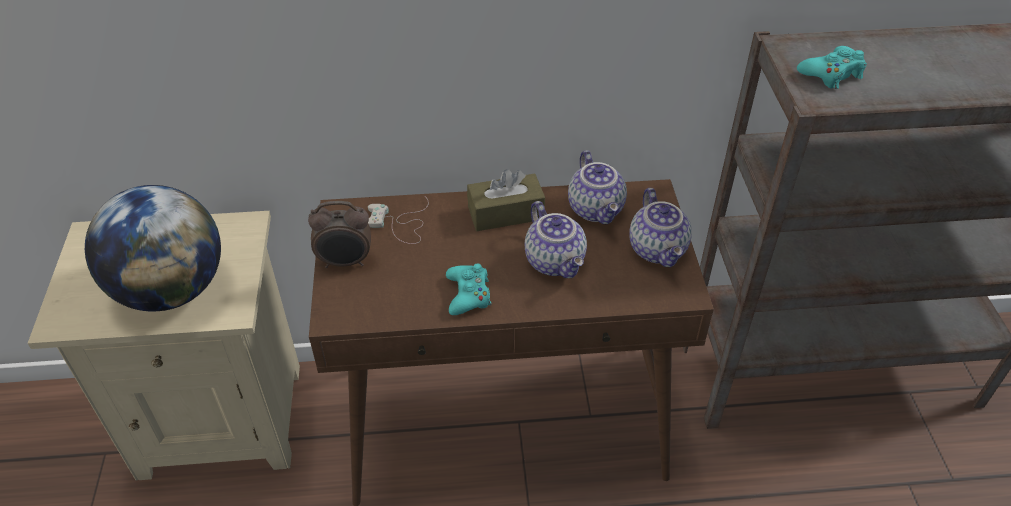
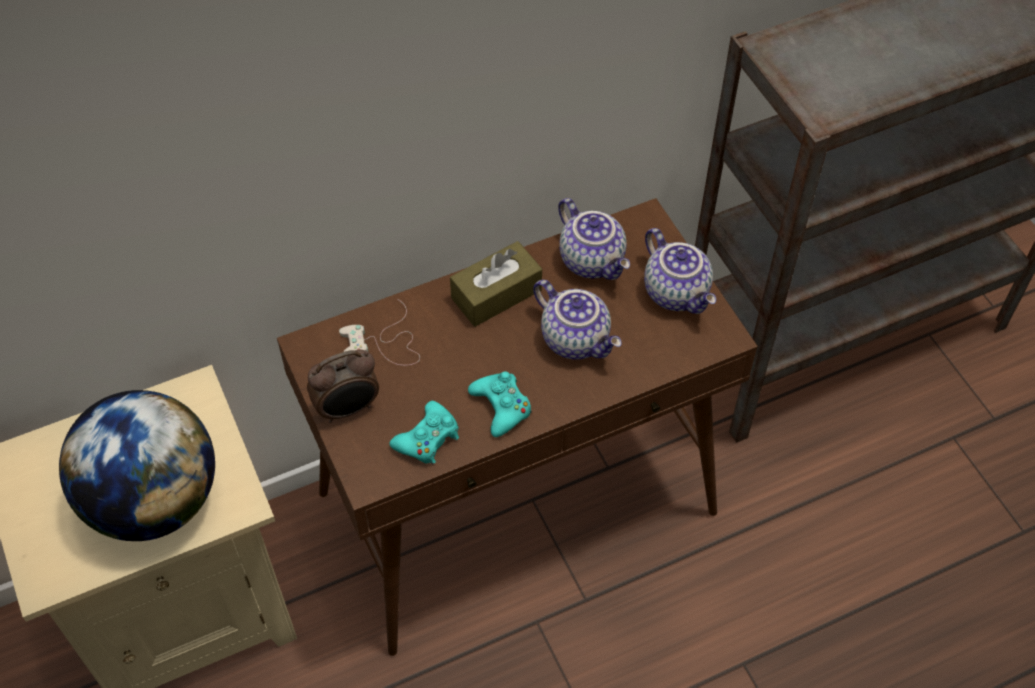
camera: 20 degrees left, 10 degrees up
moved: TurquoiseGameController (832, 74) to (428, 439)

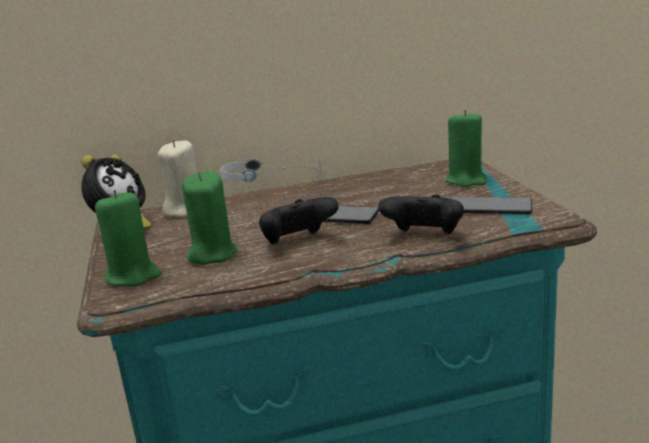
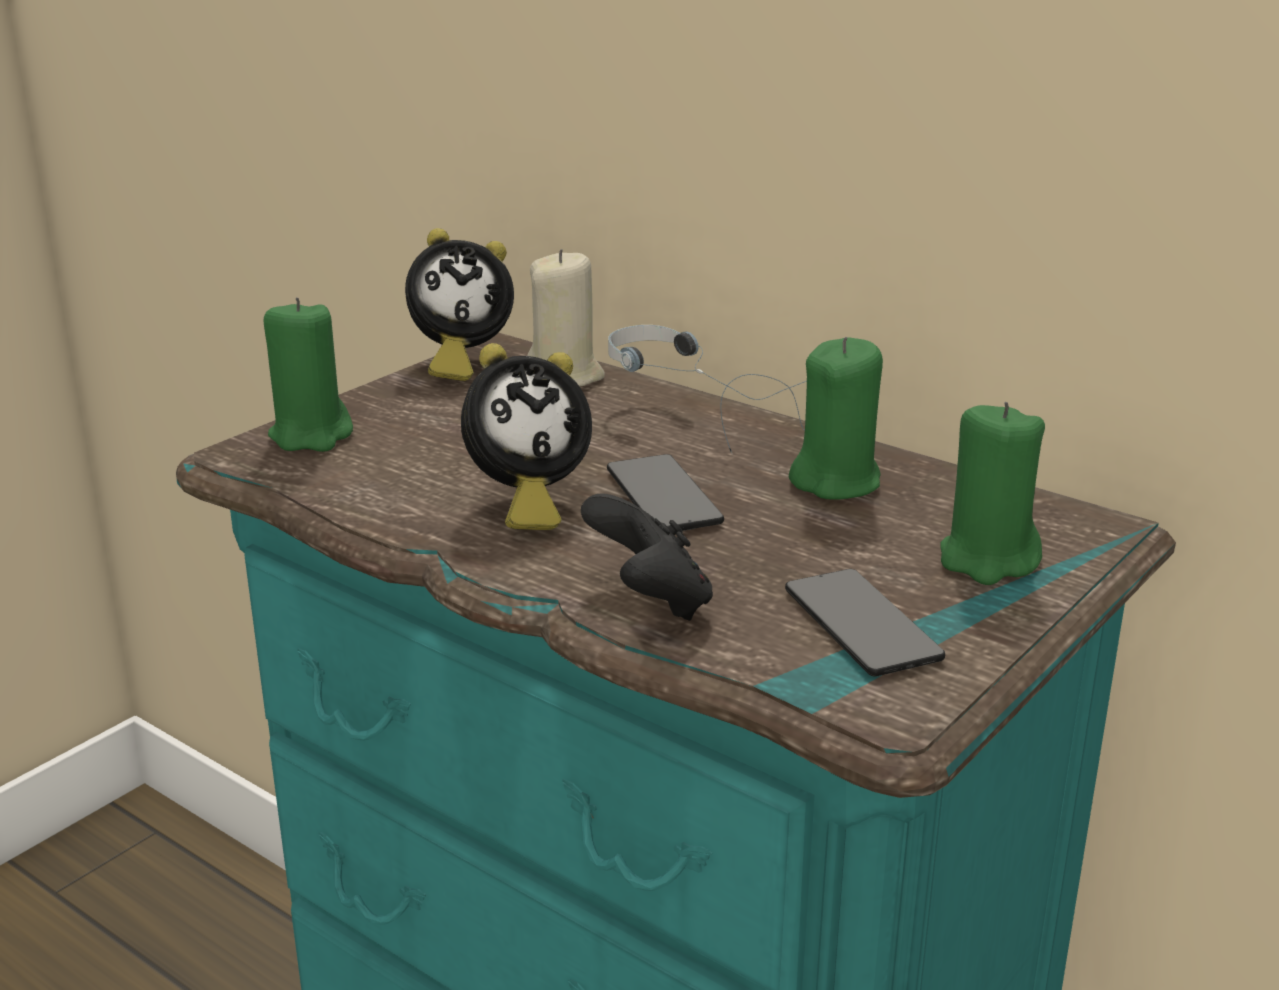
camera: 50 degrees right, 5 degrees up
moved: GreenCandle (212, 254) to (836, 481)
replaced: BlackGameController (298, 242) to AlarmClock (525, 503)

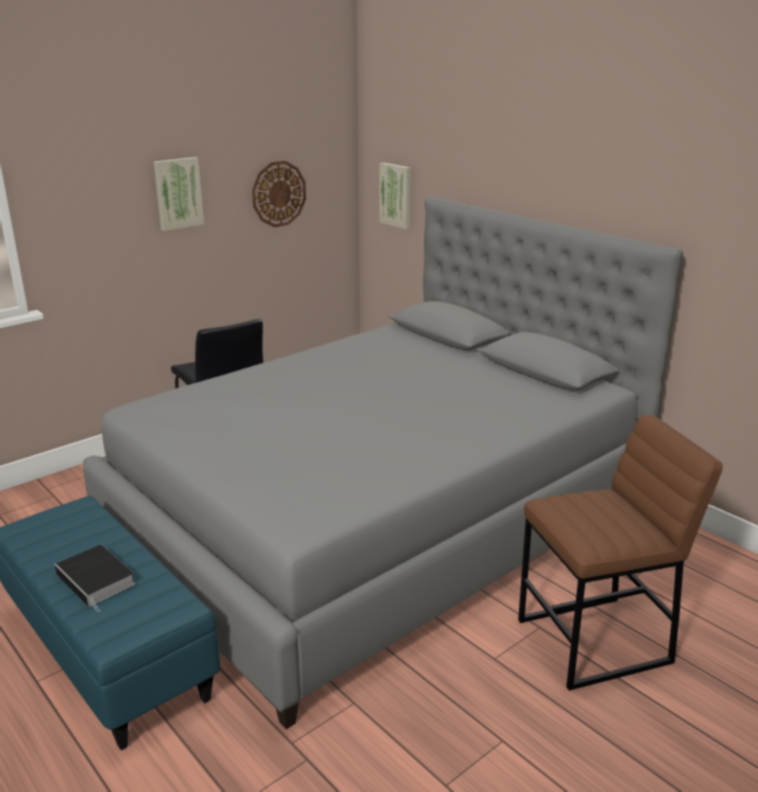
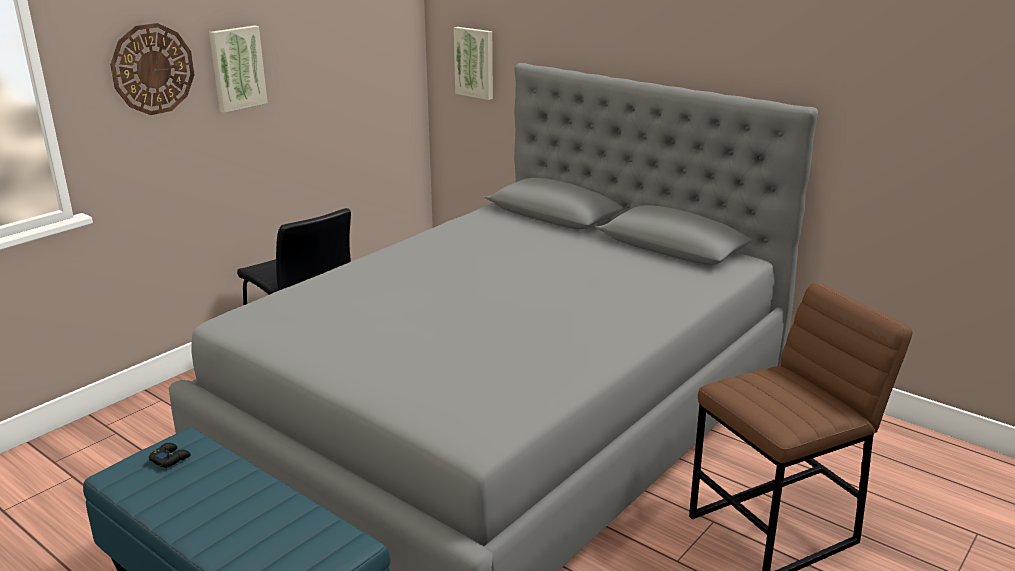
camera: 10 degrees left, 0 degrees up
removed: Book (97, 580)
added: BlackGameController (170, 459)
moved: WallClock (278, 194) to (152, 69)

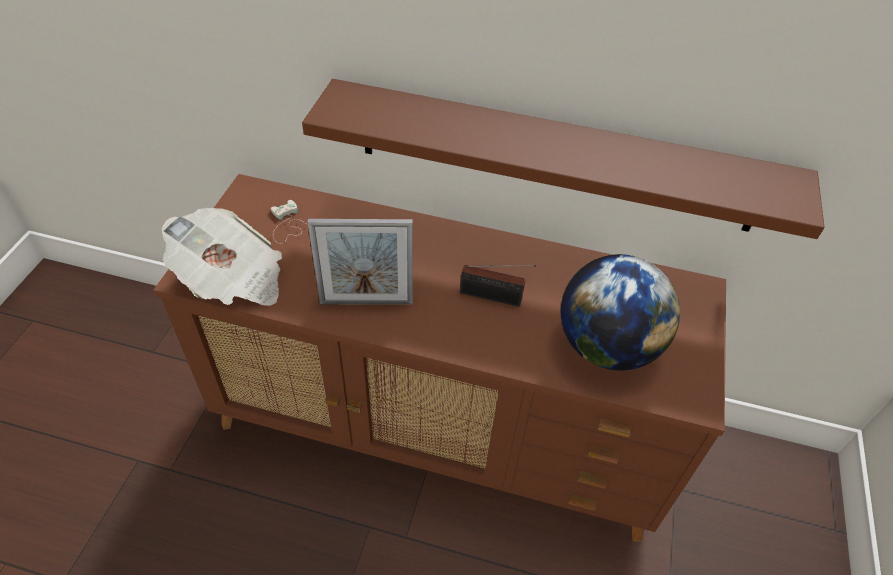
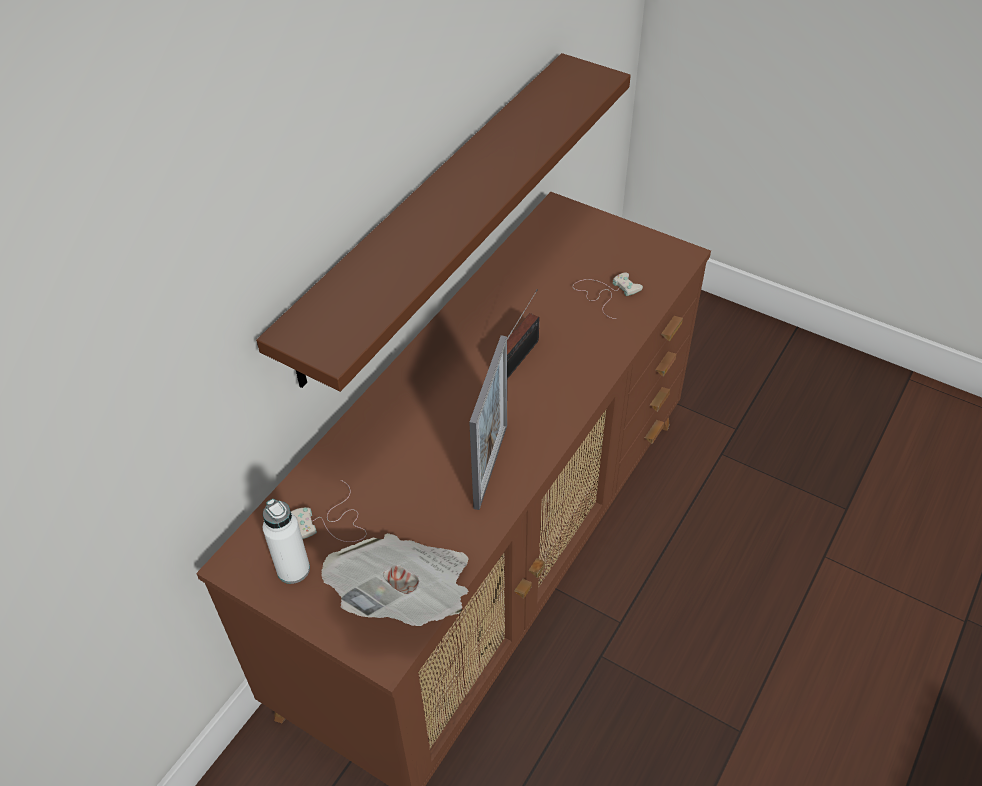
camera: 70 degrees left, 0 degrees up
added: WhiteBottle (293, 569)
replaced: Globe (606, 346) to WhiteGameController (605, 293)

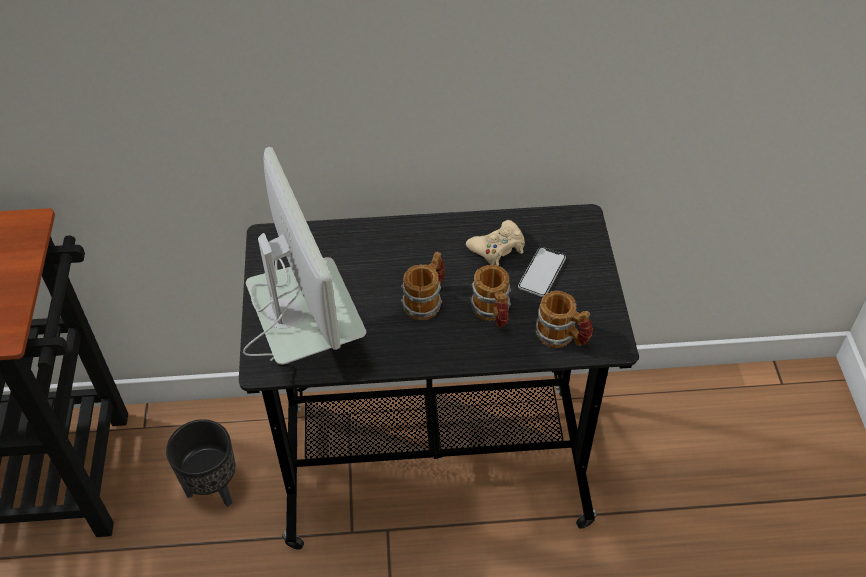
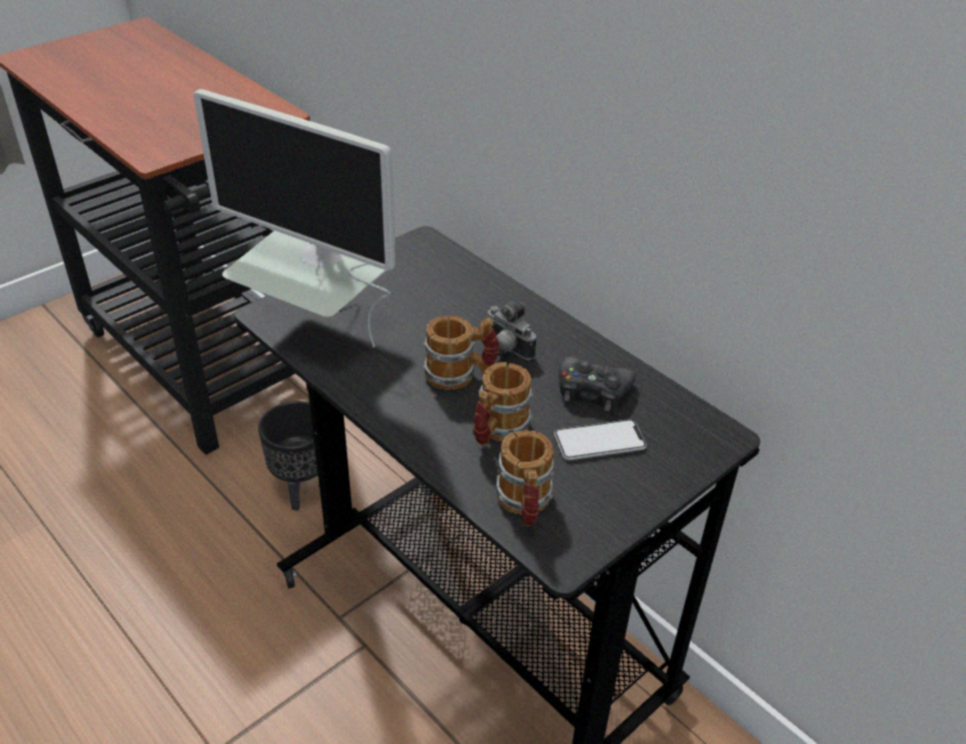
camera: 50 degrees right, 10 degrees down
added: PhotoCamera (505, 349)
recoloured: BeigeGameController (498, 248) to BlackGameController (592, 390)
turned: Monitor (306, 345) = (319, 326) 90 degrees clockwise

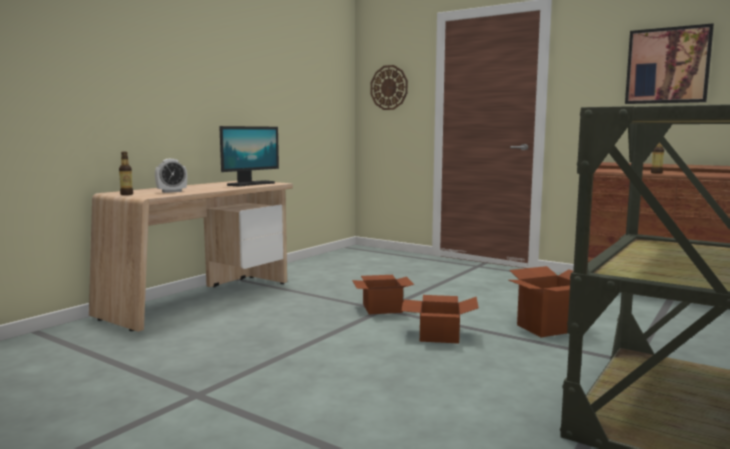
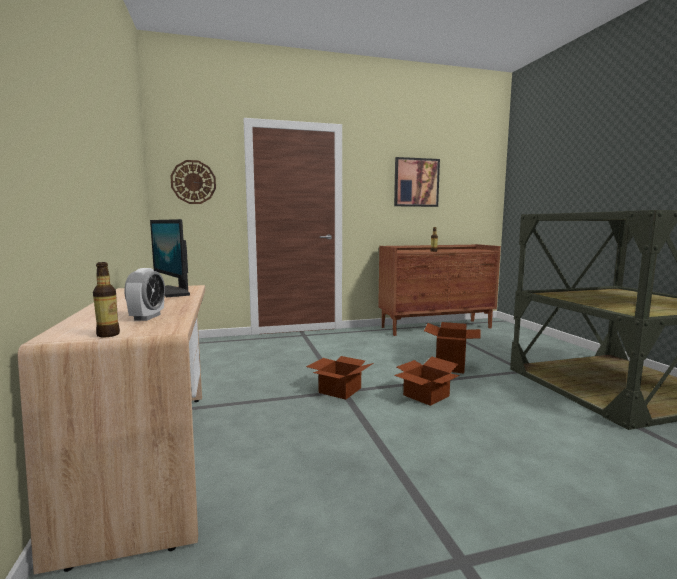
camera: 50 degrees left, 0 degrees up
turned: Monitor (250, 184) = (171, 292) 150 degrees clockwise

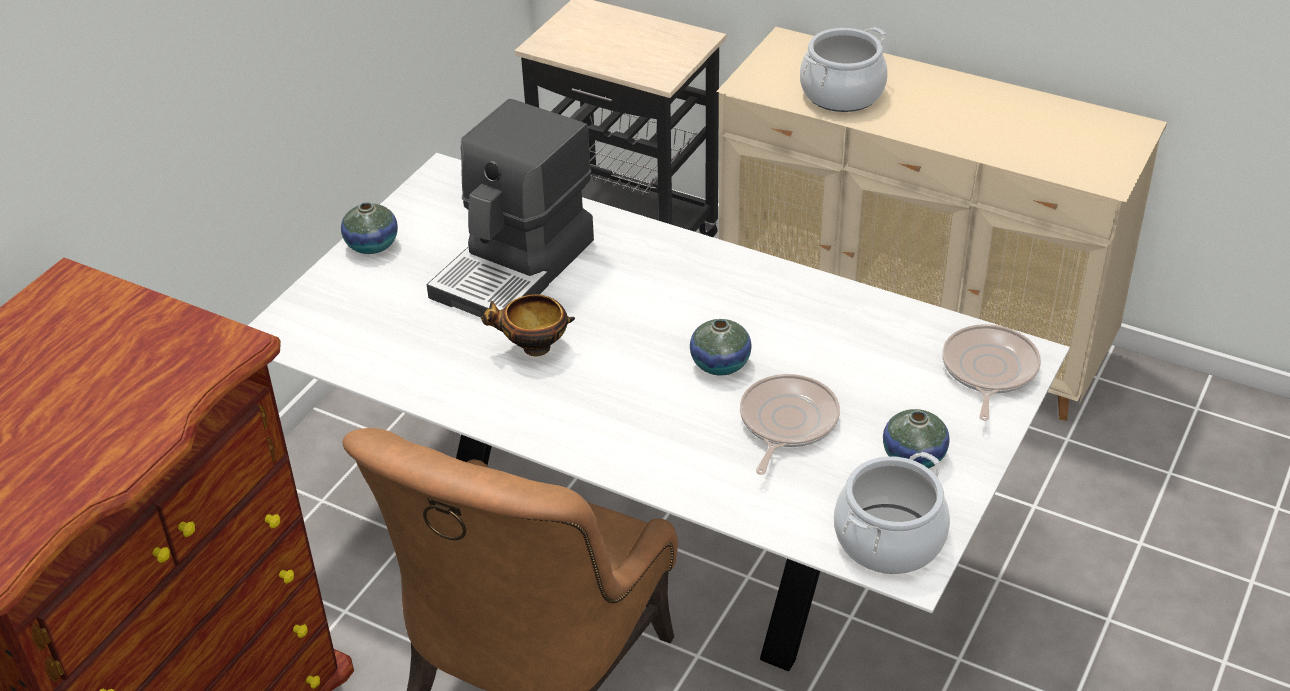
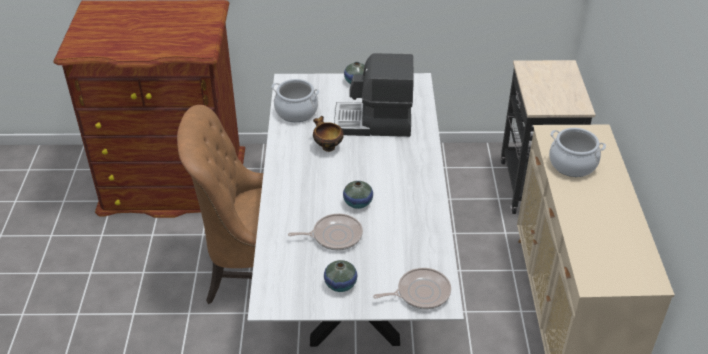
camera: 60 degrees right, 0 degrees up
moved: CookingPot (888, 539) to (296, 111)

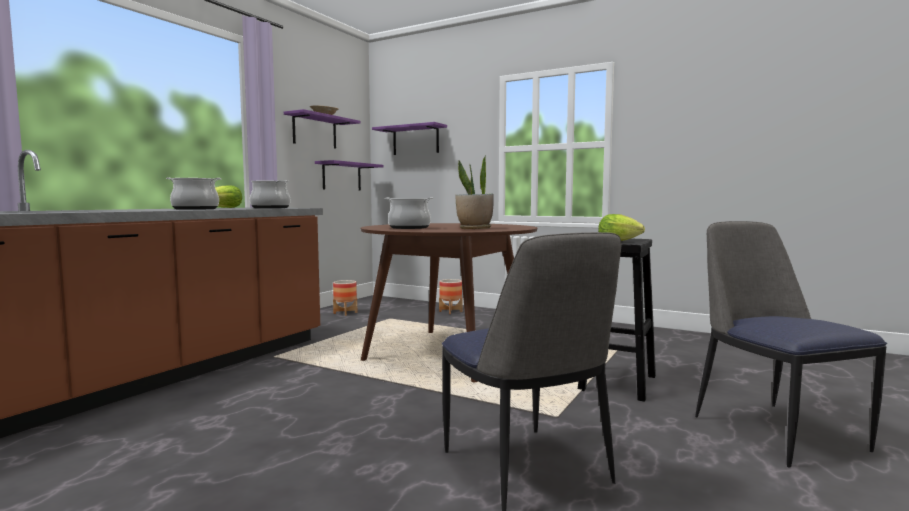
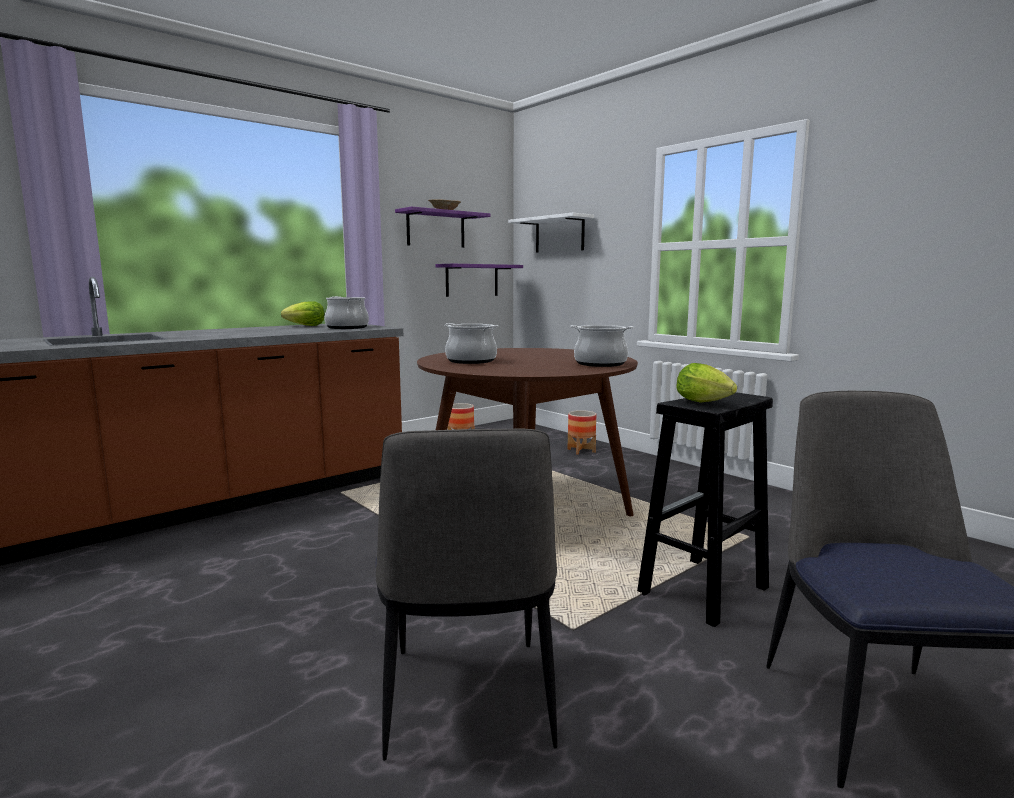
camera: 20 degrees right, 5 degrees up
removed: PottedPlant (474, 228)
moved: CookingPot (195, 209) to (600, 363)
recoloured: PurpleShelf (415, 140) to WhiteShelf (559, 234)

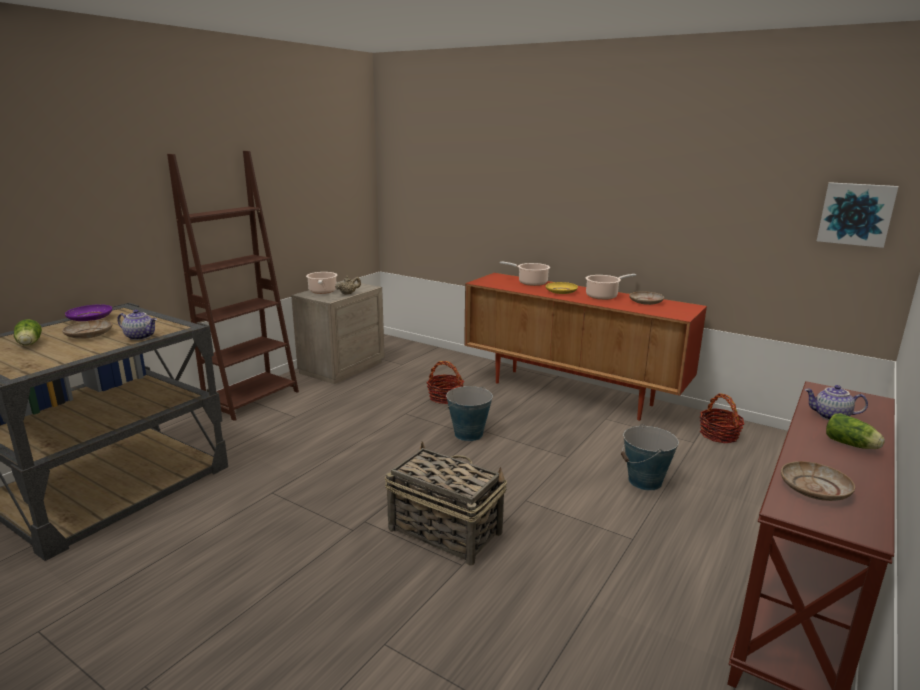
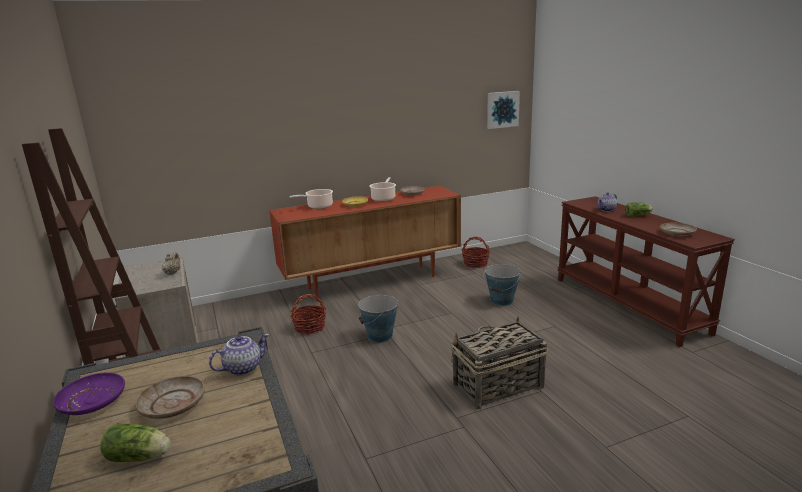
camera: 55 degrees left, 0 degrees up
removed: CookingPot (322, 291)

